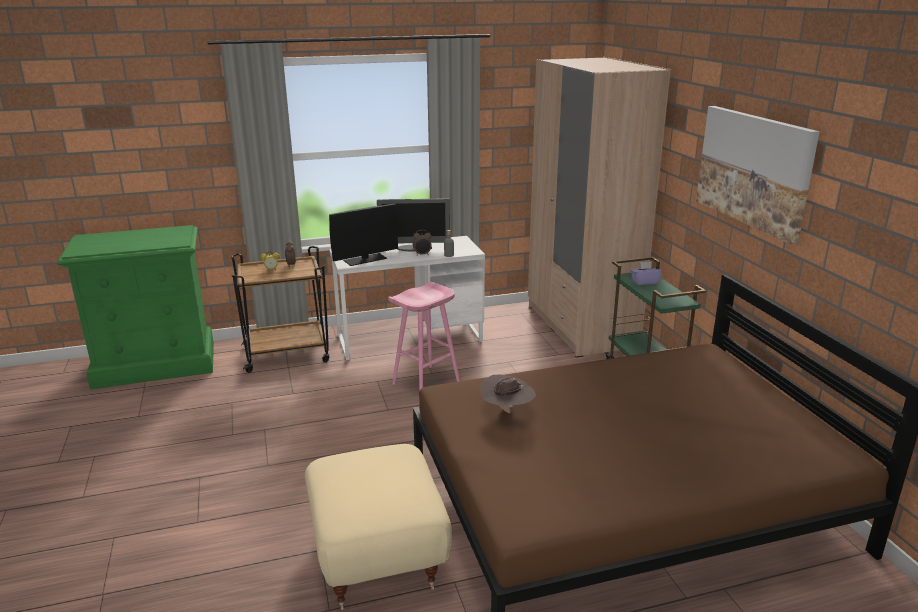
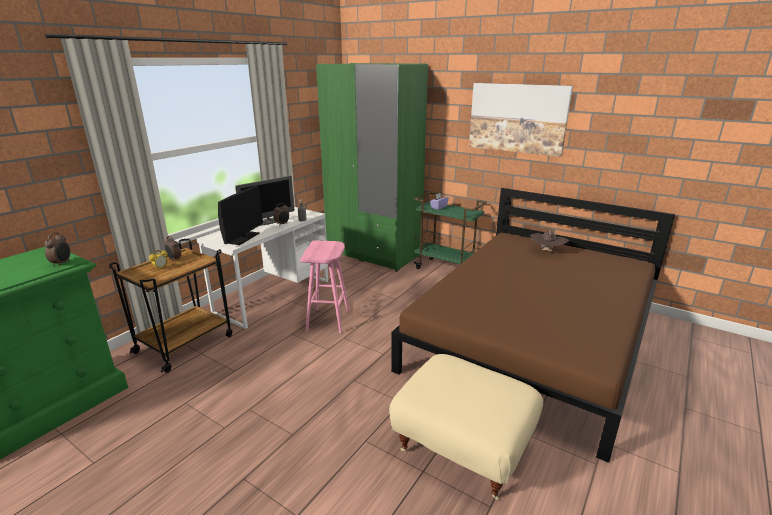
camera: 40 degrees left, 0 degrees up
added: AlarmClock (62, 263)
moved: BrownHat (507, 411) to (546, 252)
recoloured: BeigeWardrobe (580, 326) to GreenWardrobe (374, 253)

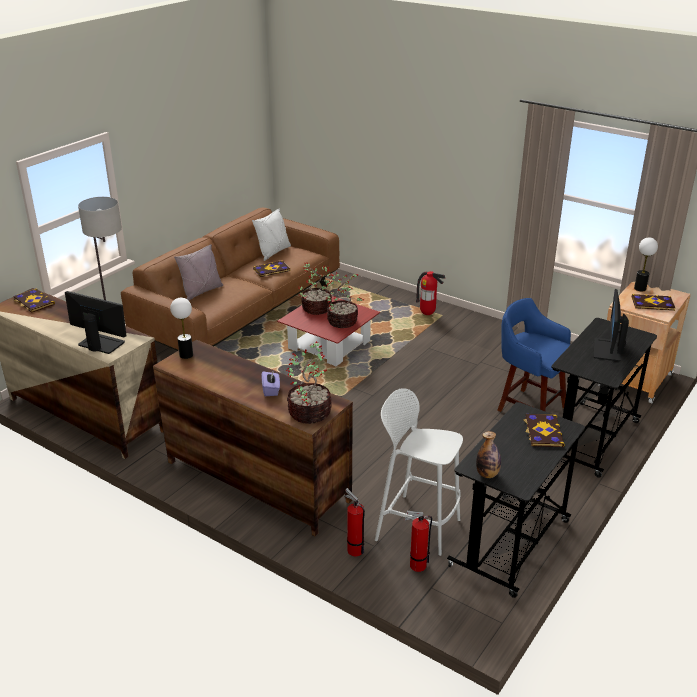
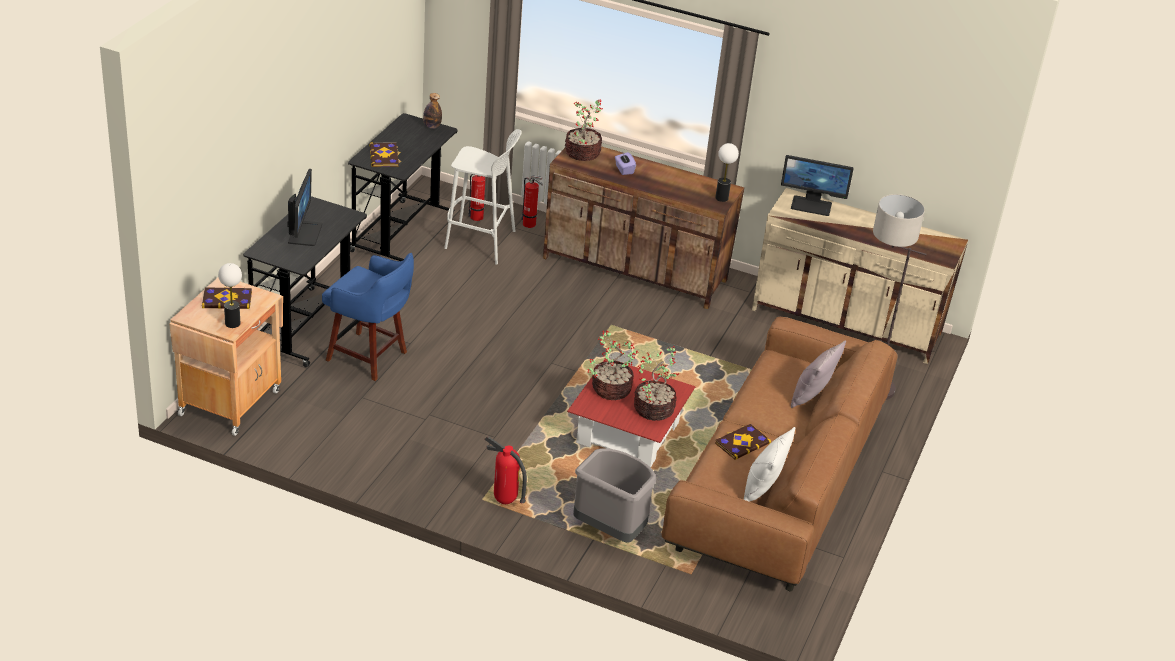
camera: 165 degrees right, 5 degrees up
removed: Book (33, 302)
added: GreyTrashCan (610, 530)

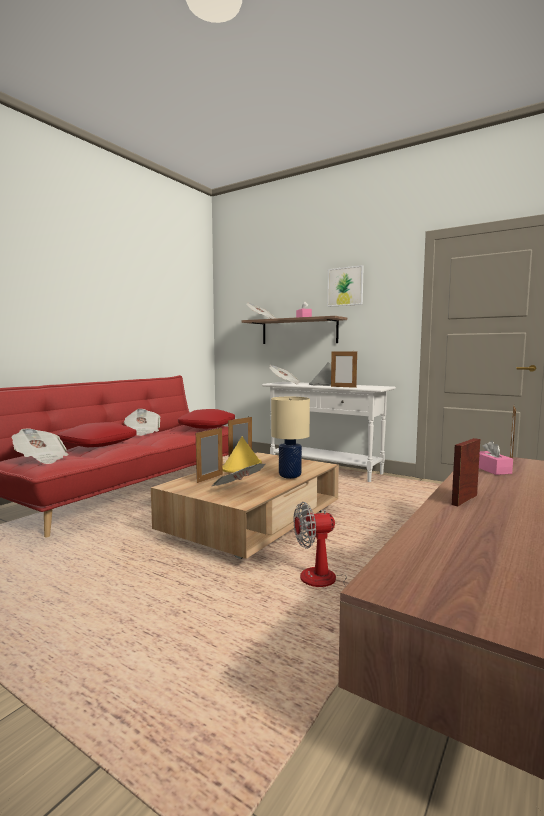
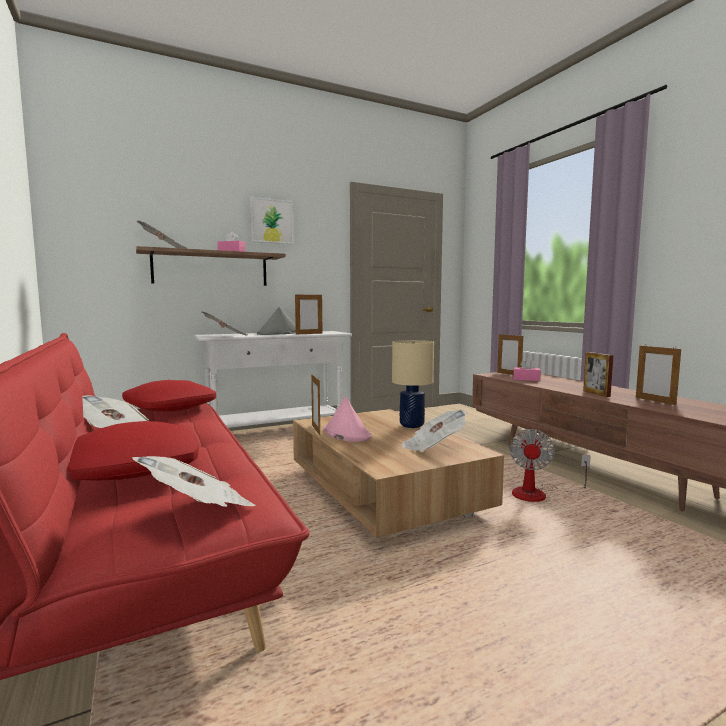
camera: 60 degrees left, 0 degrees up
moved: PictureFrame (210, 478) to (655, 401)
recoloured: YellowHat (242, 466) to PinkHat (346, 433)

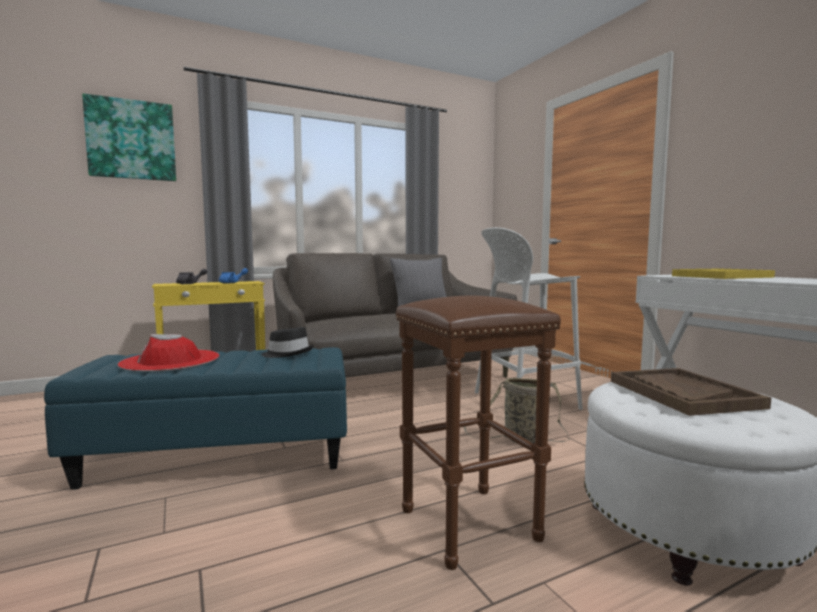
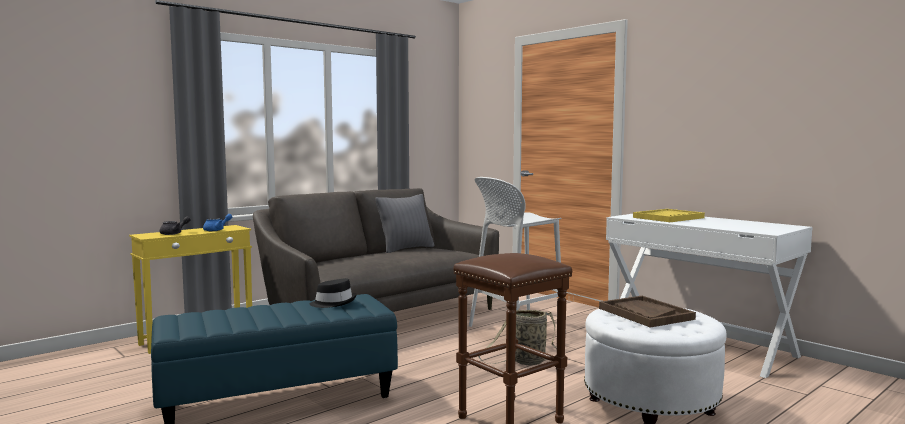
camera: 15 degrees left, 0 degrees up
removed: Picture (131, 140); RedHat (171, 361)

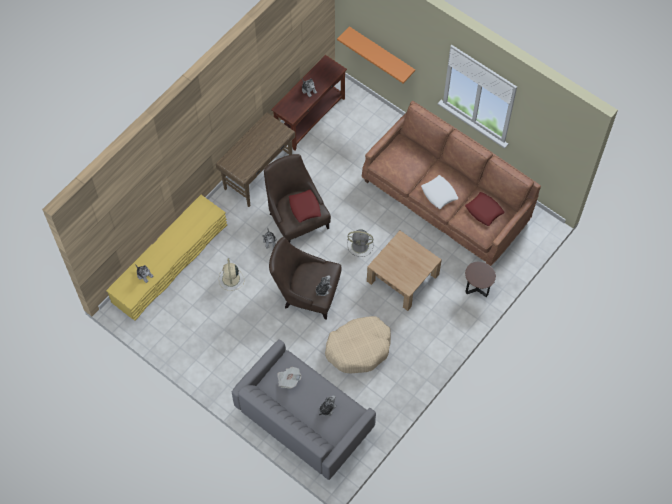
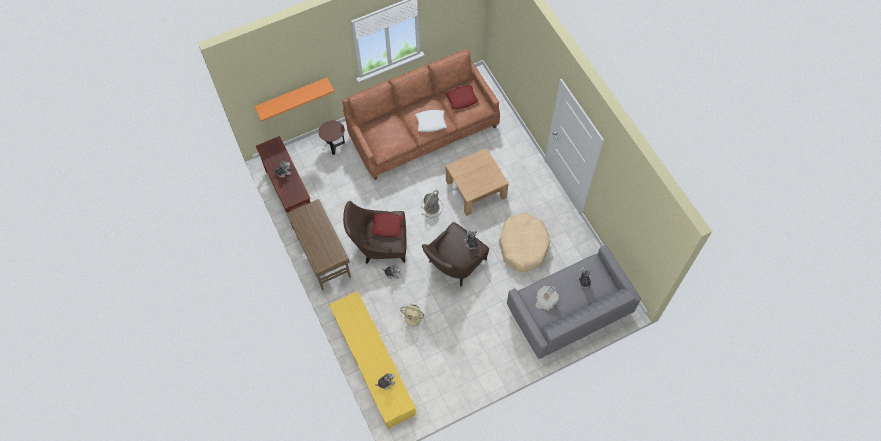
camera: 65 degrees left, 0 degrees up
moved: BrownSideTable (477, 289) to (334, 146)

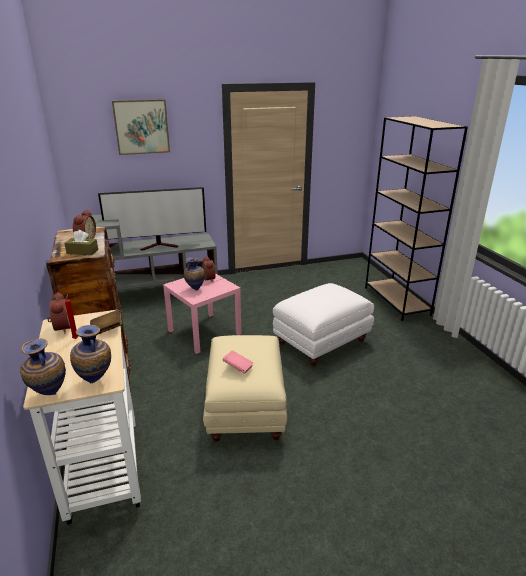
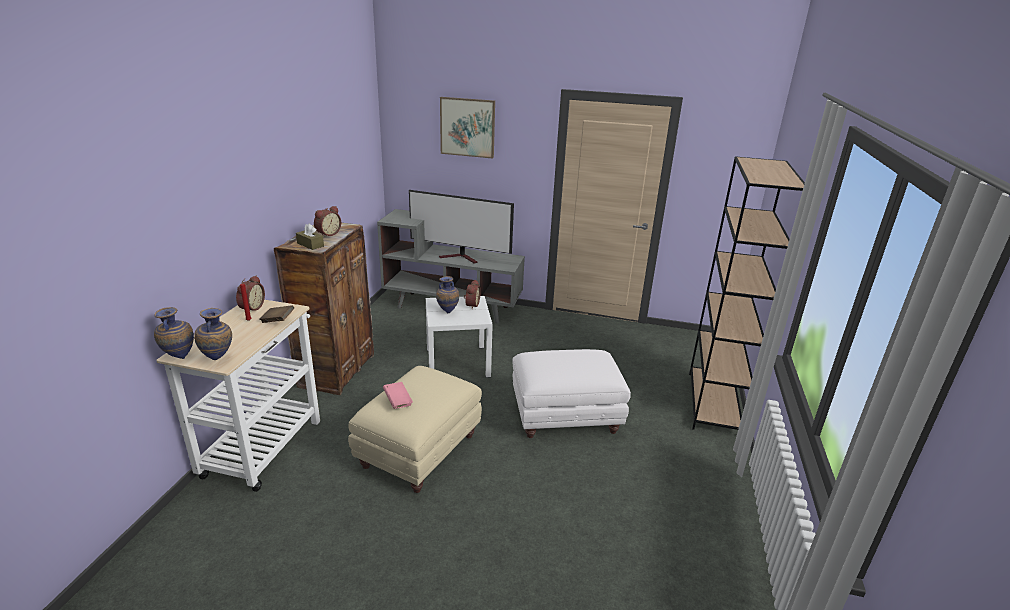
camera: 30 degrees right, 0 degrees up
recoloured: PinkSideTable (204, 332) to WhiteSideTable (458, 362)

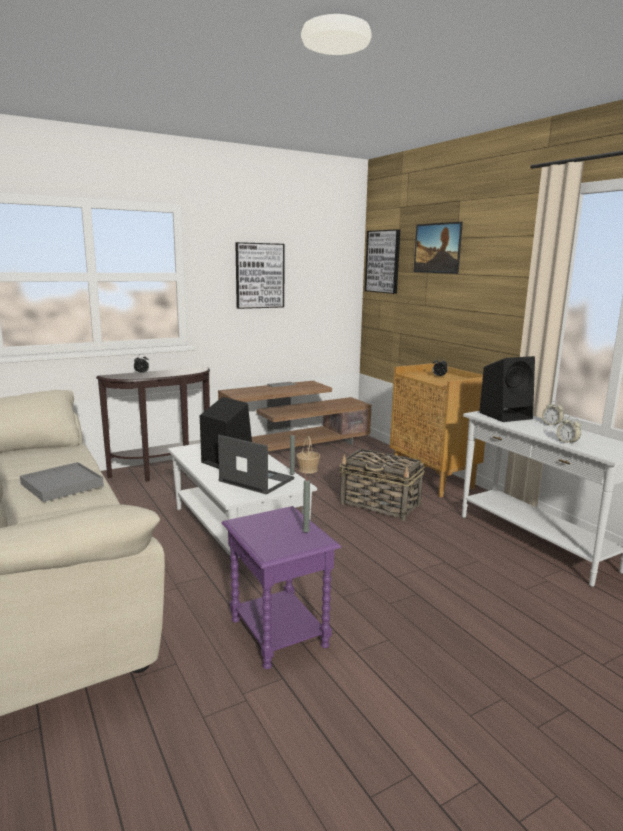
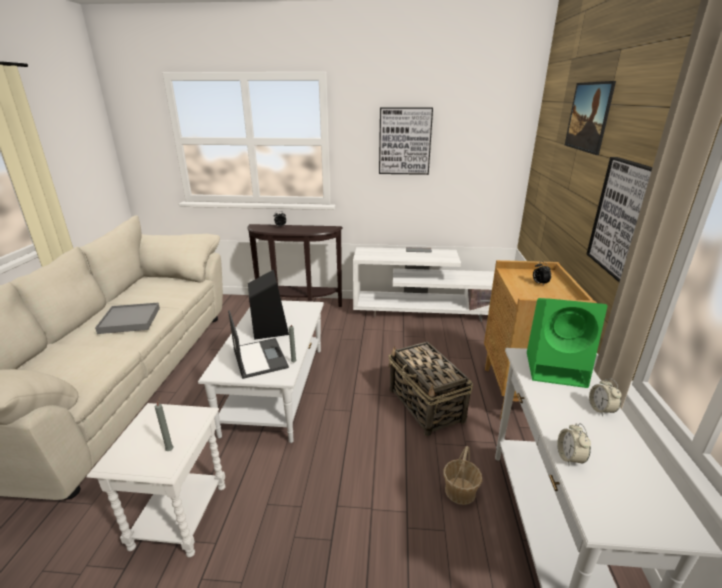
camera: 35 degrees right, 10 degrees up
moved: Basket (308, 470) to (460, 491); Picture (383, 261) to (623, 218)
recoloured: PurpleSideTable (280, 631) to WhiteSideTable (181, 515); BrownTvStand (298, 447) to WhiteTvStand (427, 311); BlackSpeaker (506, 415) to GreenSpeaker (557, 369)

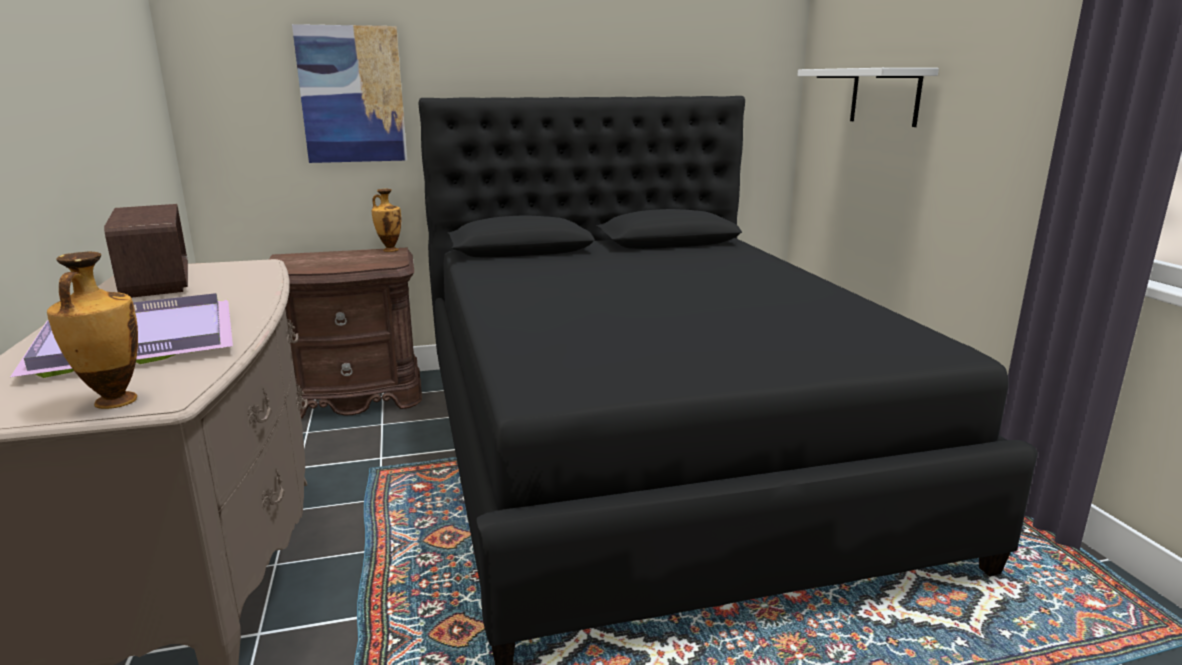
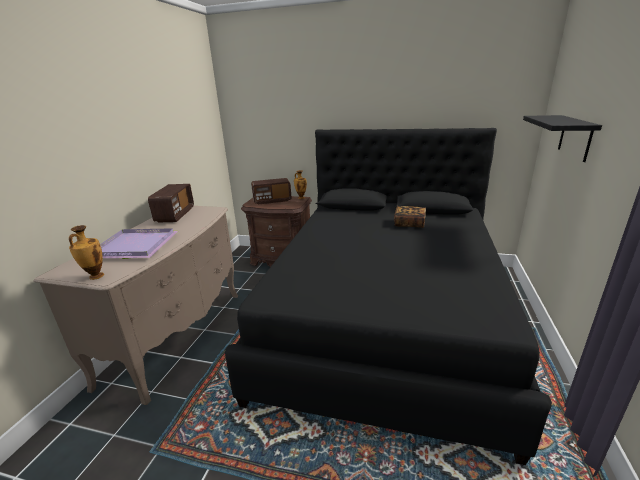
camera: 30 degrees right, 5 degrees up
removed: Picture (352, 95)
added: Radio (272, 200); Book (409, 223)
recoloured: WhiteShelf (885, 96) to BlackShelf (575, 137)

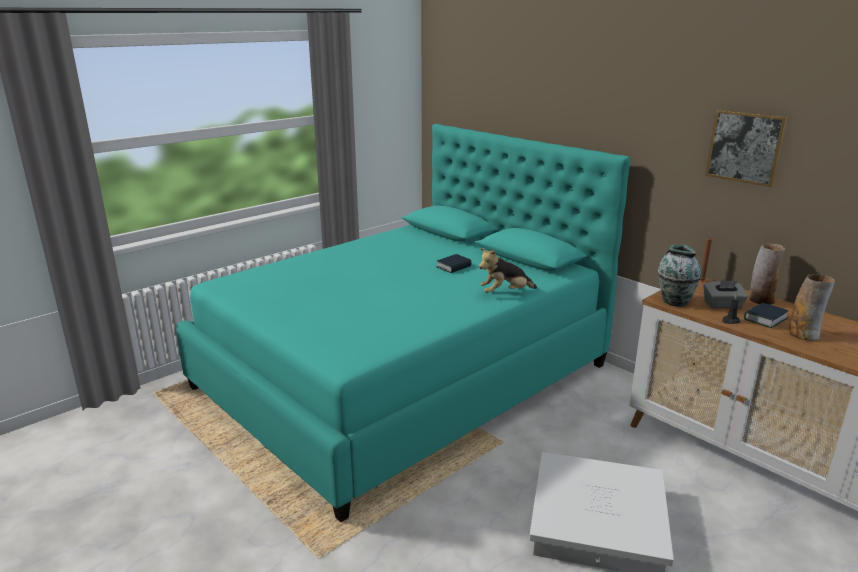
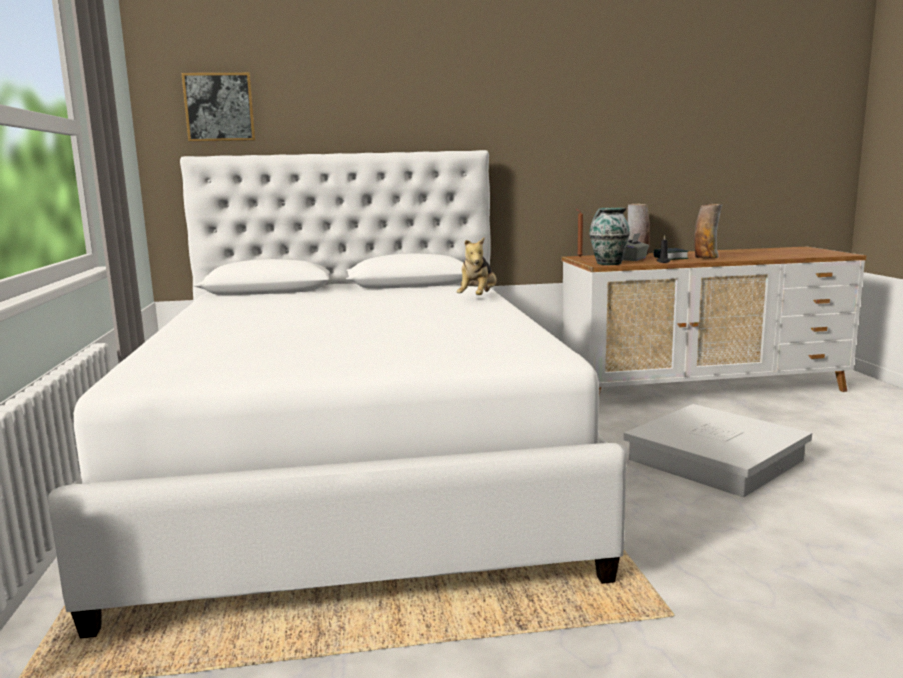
camera: 55 degrees left, 10 degrees down
removed: Book (453, 267)
moved: Picture (745, 147) to (219, 107)
recoloured: TurquoiseBed (404, 376) to WhiteBed (356, 470)

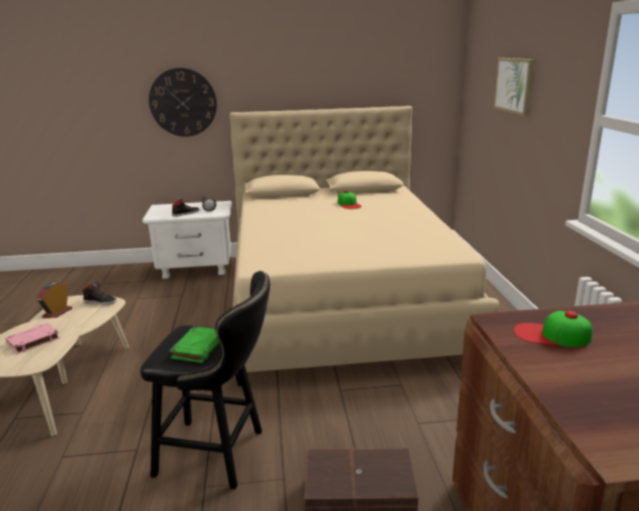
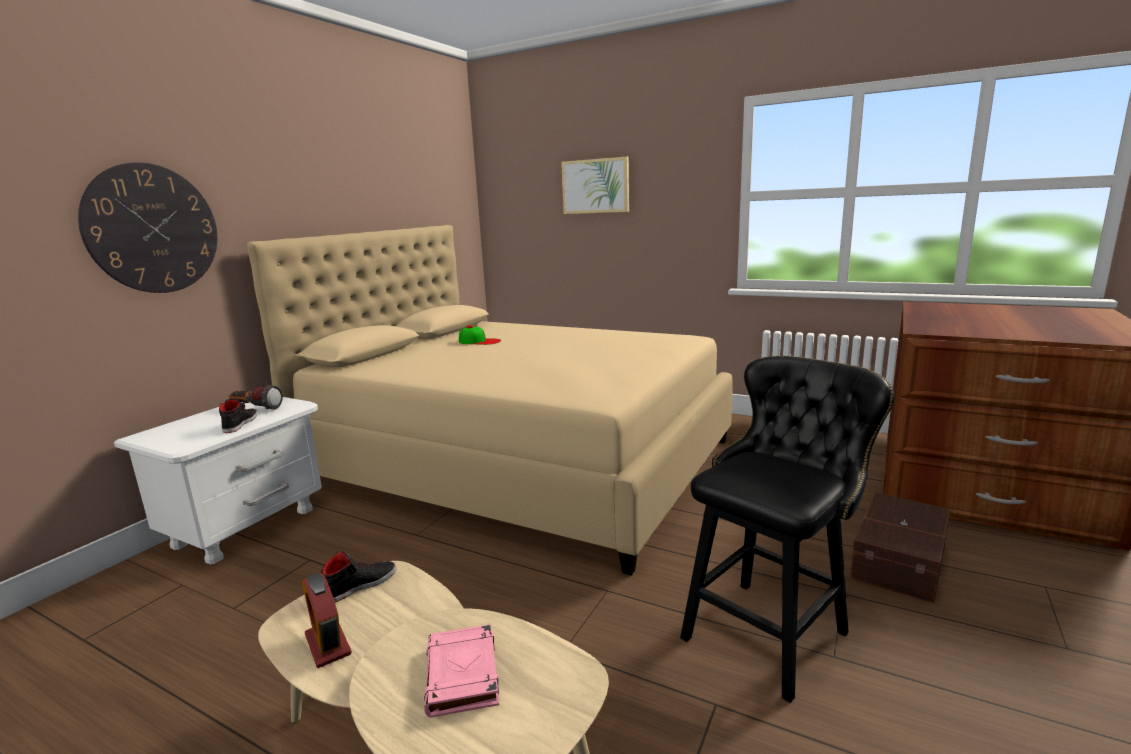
camera: 55 degrees left, 5 degrees down
removed: GreenBook (199, 347); Cap (551, 335)

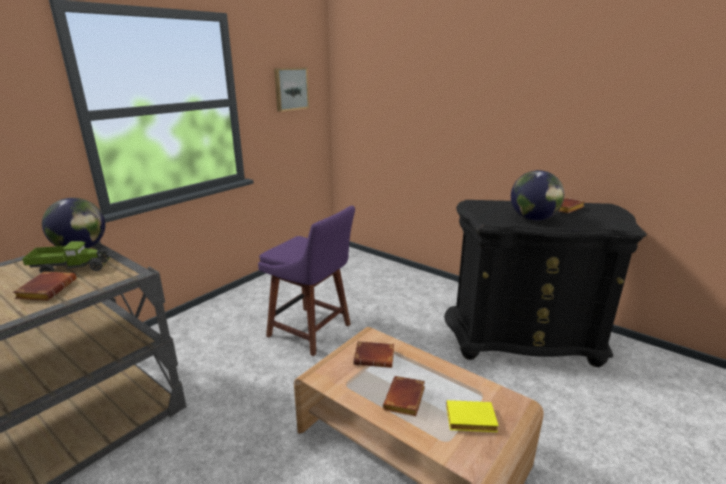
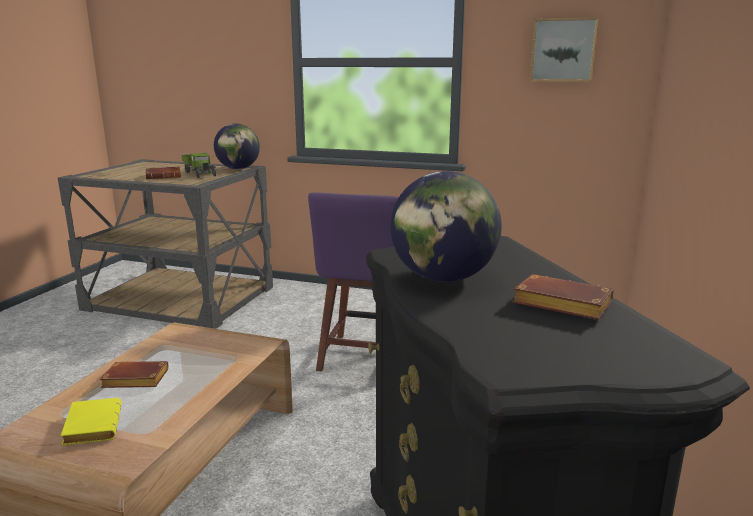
camera: 70 degrees right, 5 degrees down
removed: BrownBook (375, 357)

